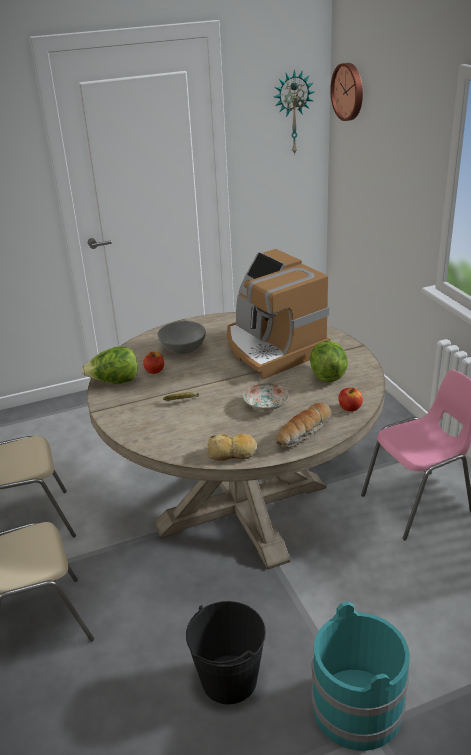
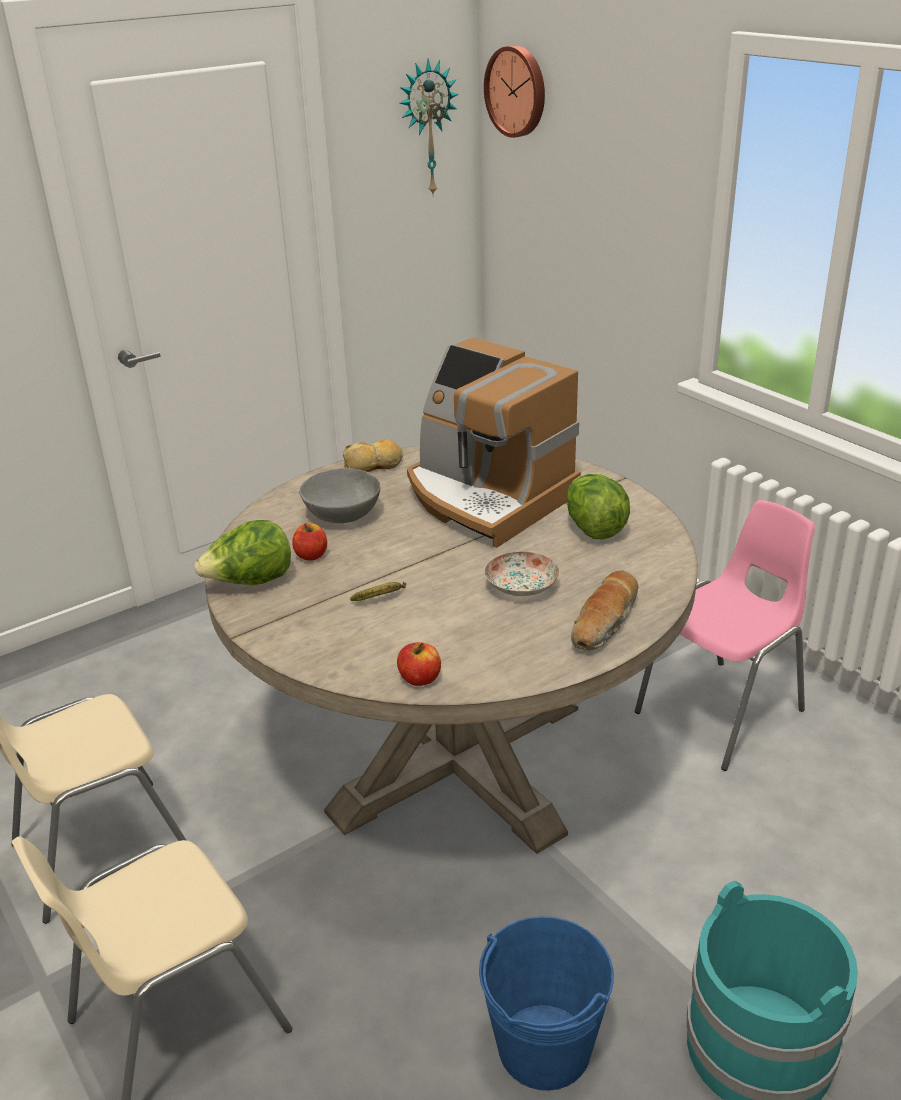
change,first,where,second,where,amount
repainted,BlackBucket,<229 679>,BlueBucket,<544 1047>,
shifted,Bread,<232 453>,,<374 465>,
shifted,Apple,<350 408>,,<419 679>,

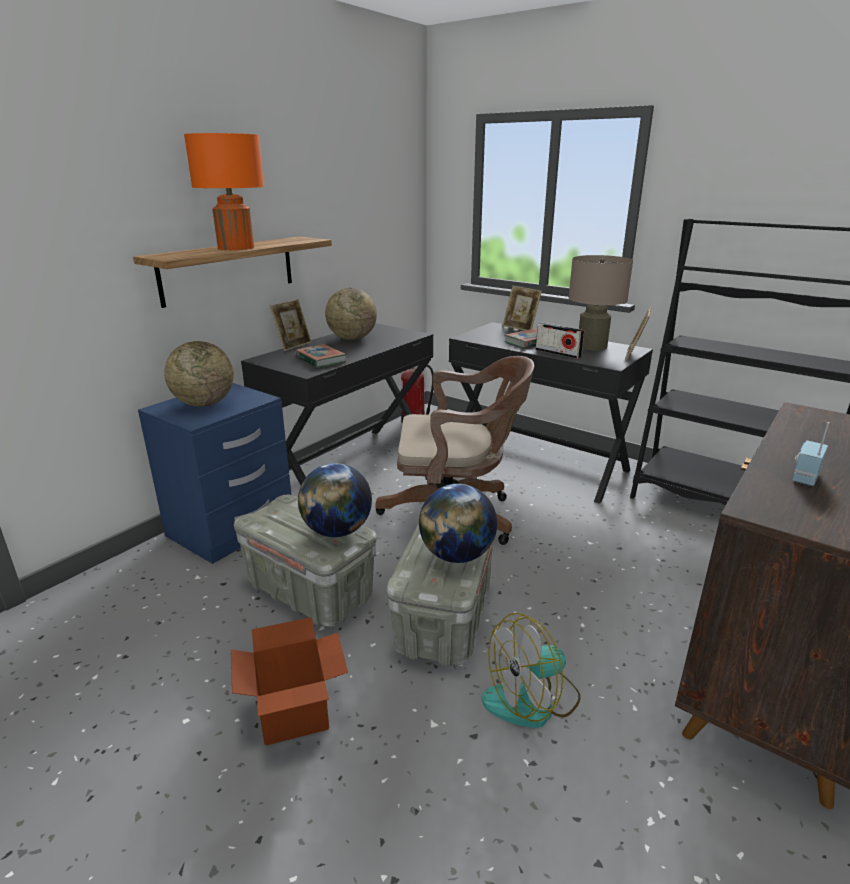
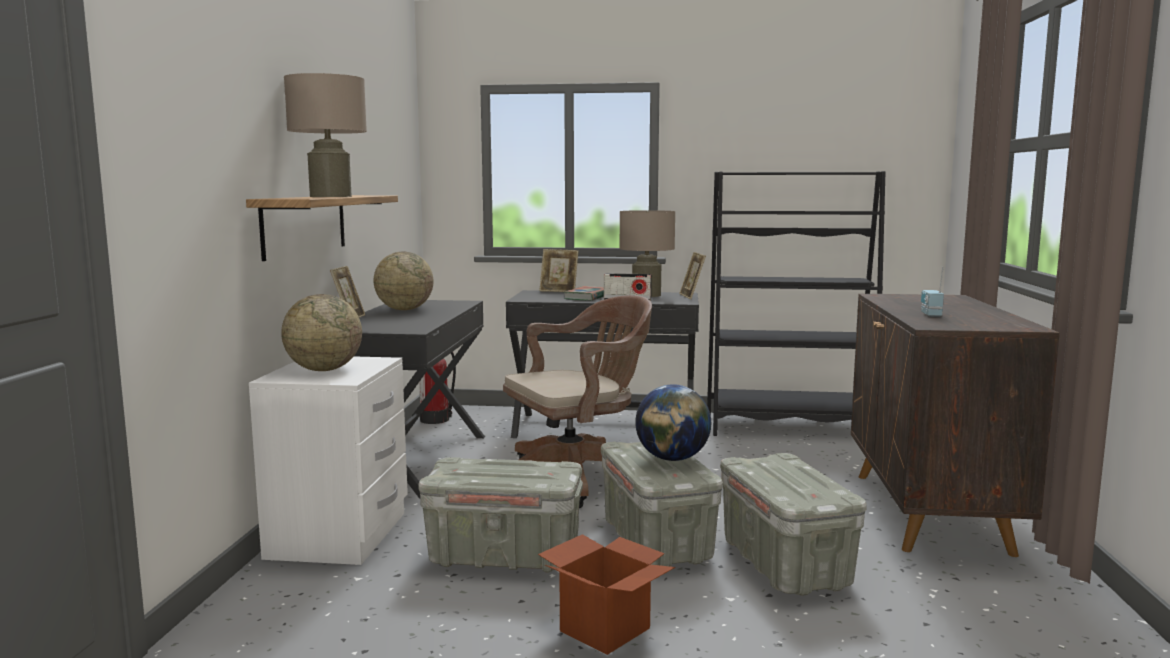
change,first,where,second,where,amount
repainted,BlueNightstand,<231 528>,WhiteNightstand,<340 536>,
repainted,OrangeTableLamp,<236 248>,BeigeTableLamp,<330 196>,
gone,Book,<320 359>,,,
gone,Globe,<337 531>,,,
swapped,Fan,<532 700>,GreyStorageBox,<786 564>,

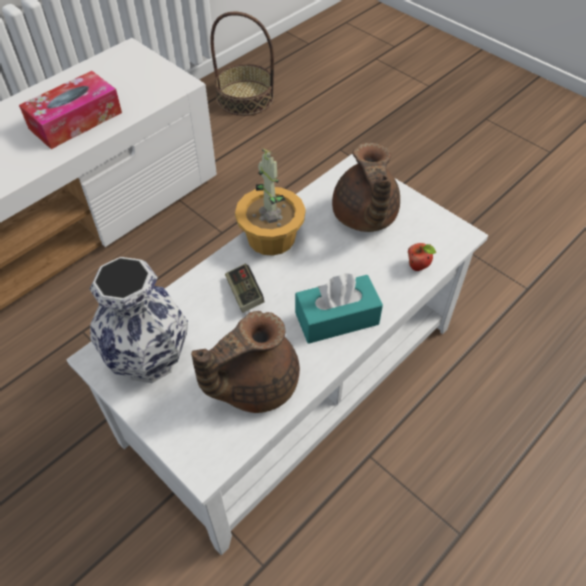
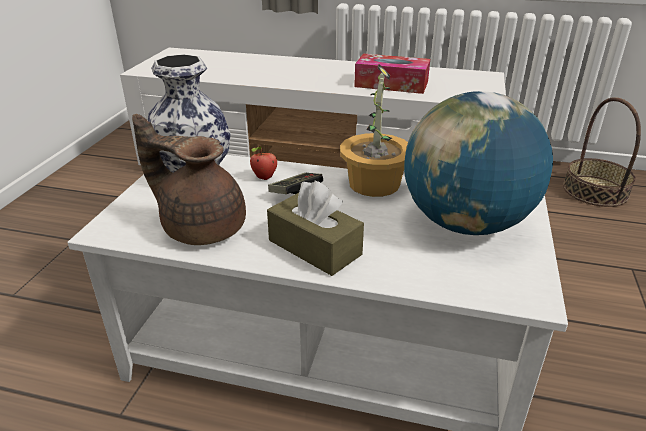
change,first,where,second,where,amount
repainted,TurquoiseTissueBox,<336 318>,BrownTissueBox,<314 247>,
swapped,BrownTeapot,<364 217>,Globe,<465 223>,
shifted,Apple,<418 267>,,<264 178>,

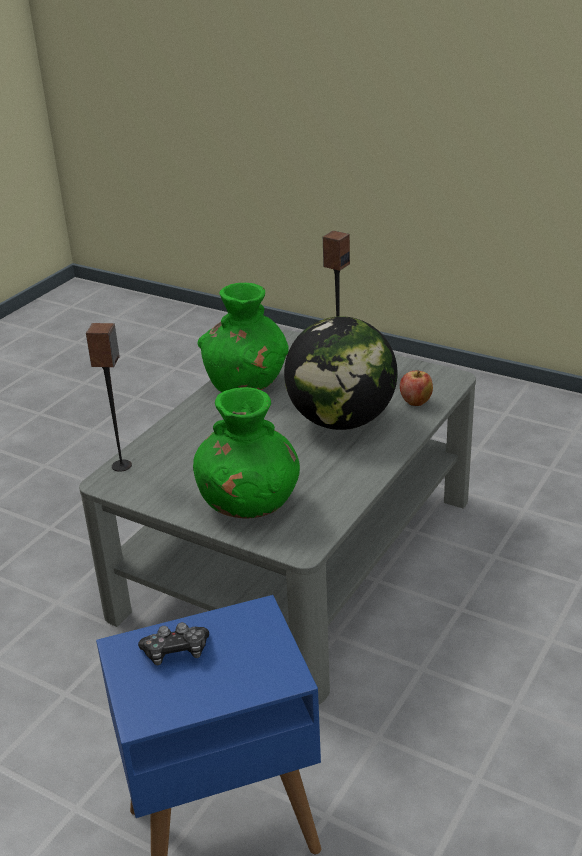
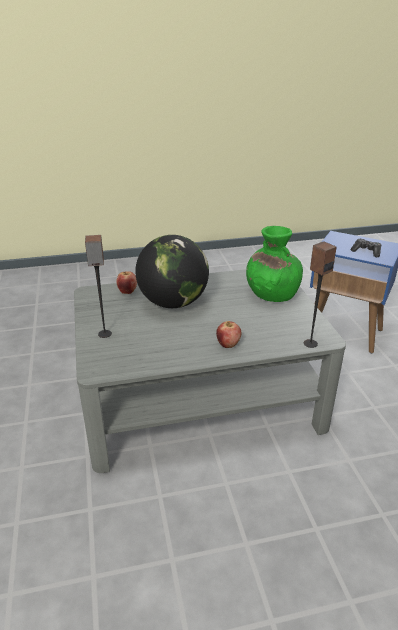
change,first,where,second,where,amount
gone,GreenVase,<247 383>,,,
new,,,Apple,<228 345>,

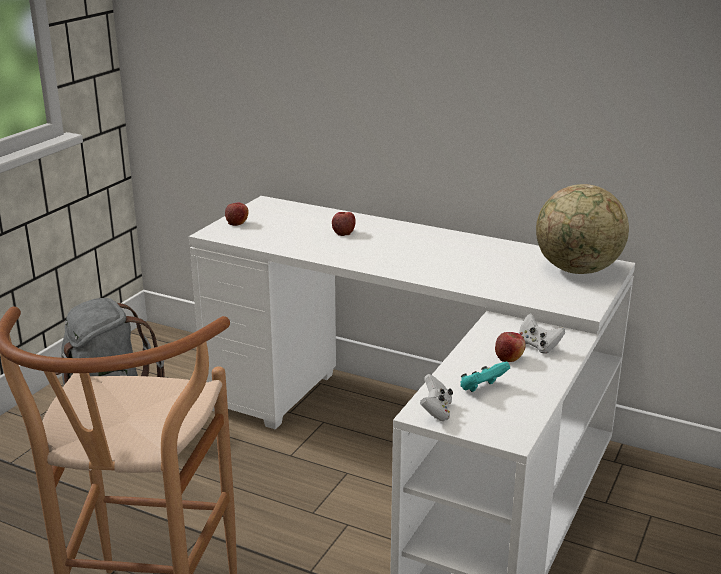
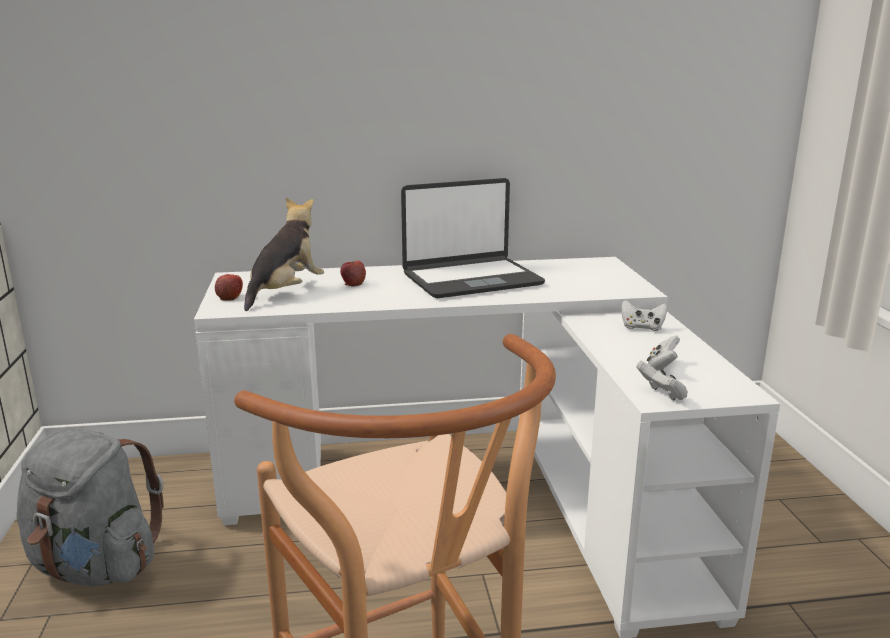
change,first,where,second,where,amount
repainted,TurquoiseGameController,<482 388>,WhiteGameController,<661 367>,
gone,Apple,<509 357>,,,
gone,Globe,<577 270>,,,
new,,,PlushToy,<285 292>,
new,,,Laptop,<471 279>,

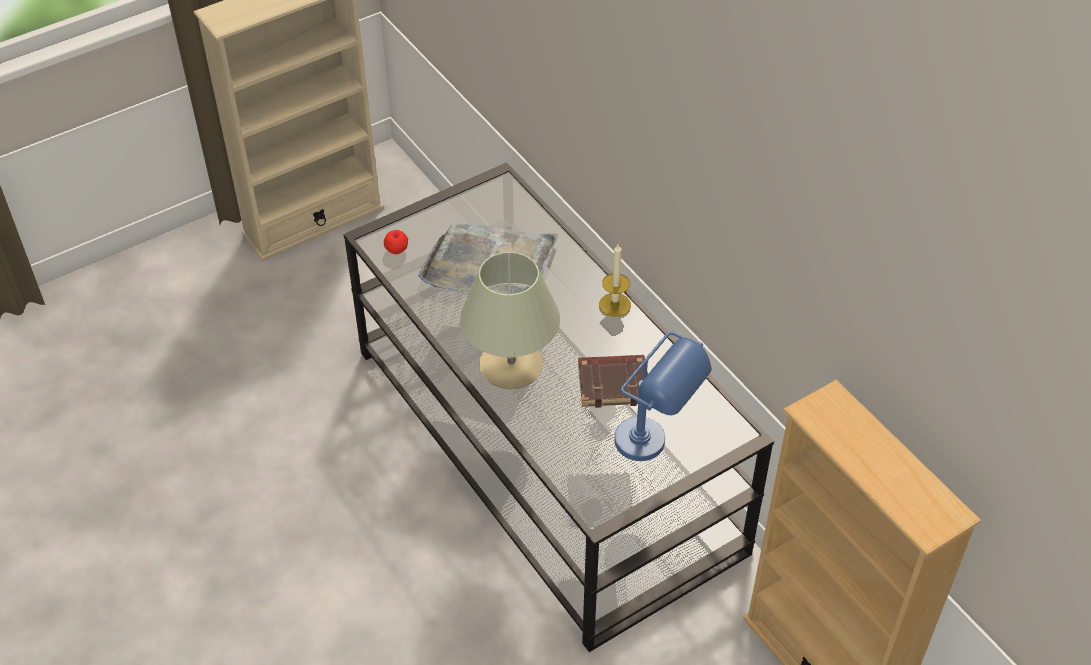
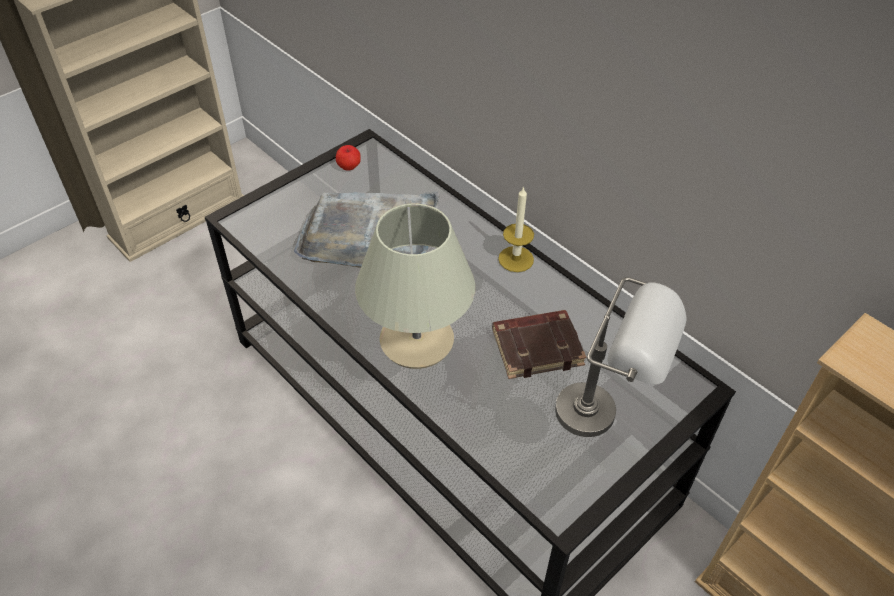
change,first,where,second,where,amount
shifted,Apple,<397 250>,,<349 167>,
repainted,BlueTableLamp,<656 448>,GreyTableLamp,<606 417>,

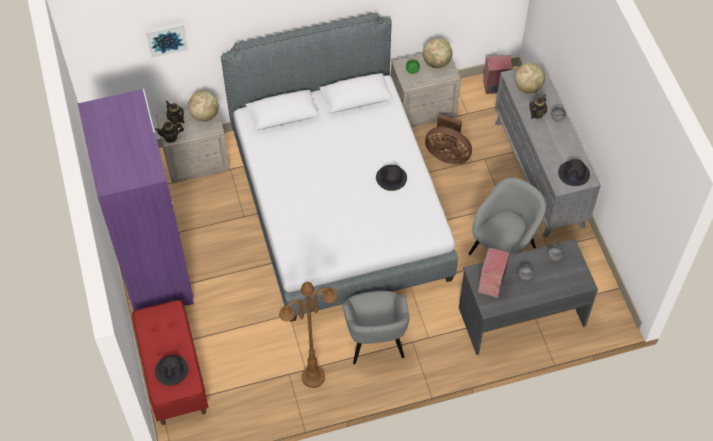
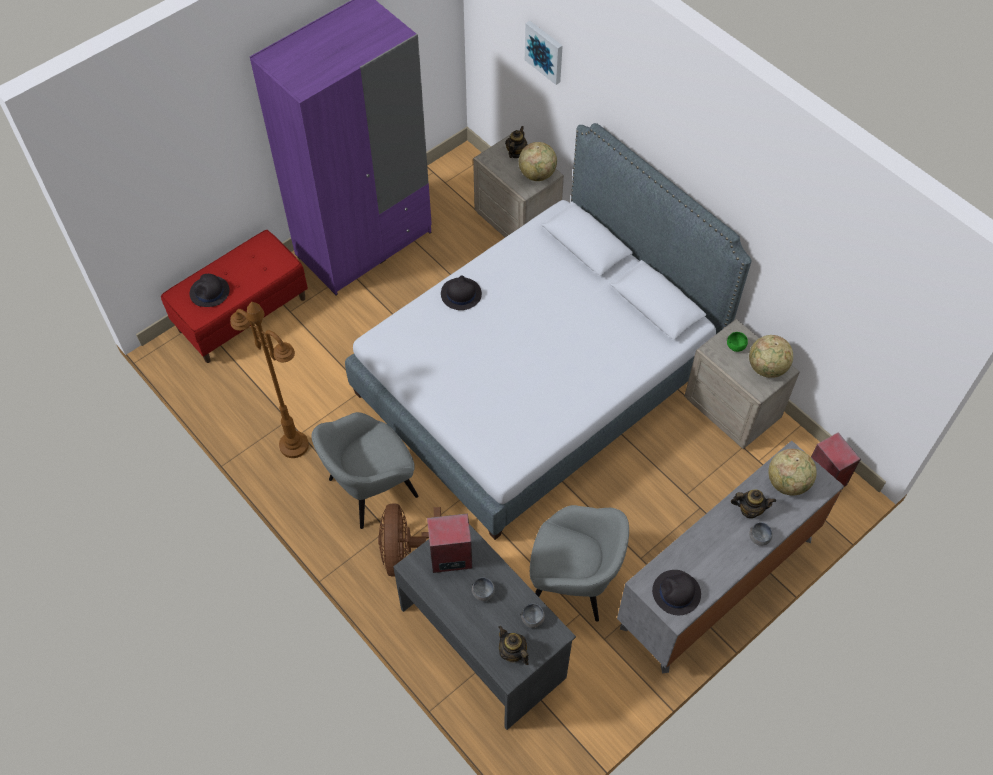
change,first,where,second,where,amount
shifted,Teapot,<171 137>,,<512 653>,
shifted,BlackHat,<391 178>,,<460 294>,
shifted,BrownFan,<447 154>,,<405 552>,

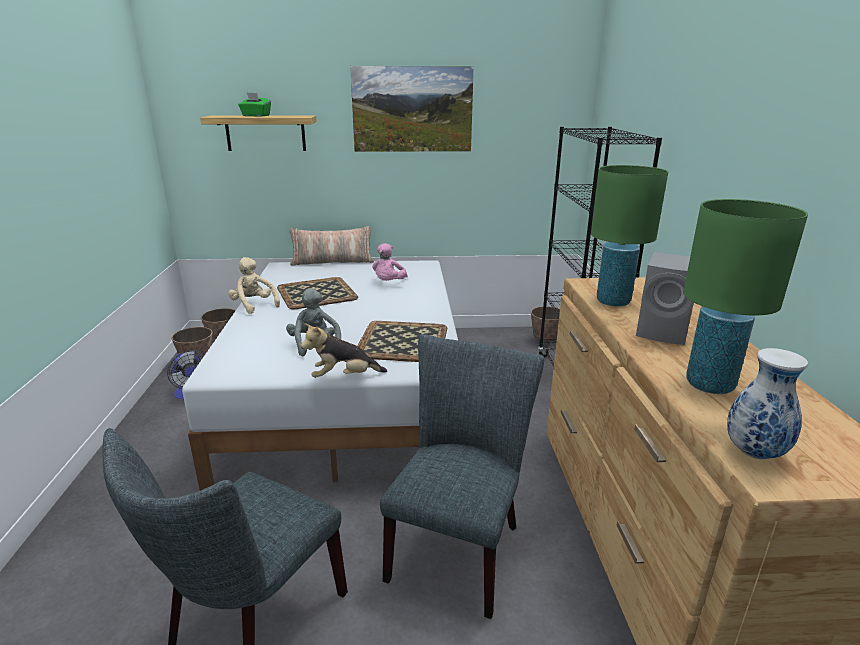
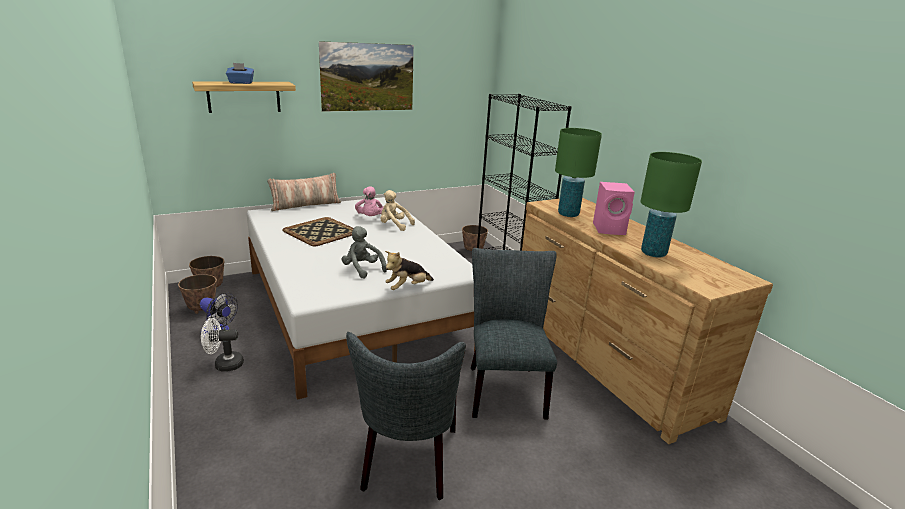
change,first,where,second,where,amount
shifted,BeigePlushToy,<254 305>,,<394 225>,
repainted,GreenTissueBox,<256 116>,BlueTissueBox,<241 83>,
gone,Tray,<403 342>,,,
repainted,GreySpeaker,<664 332>,PinkSpeaker,<610 229>,
gone,Vase,<753 452>,,,
new,,,WhiteFan,<224 364>,

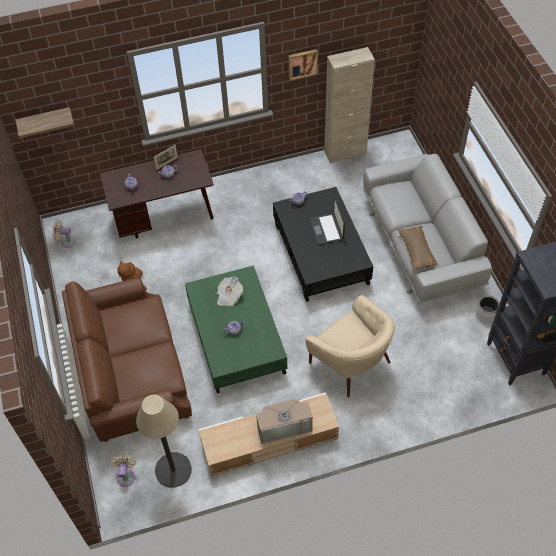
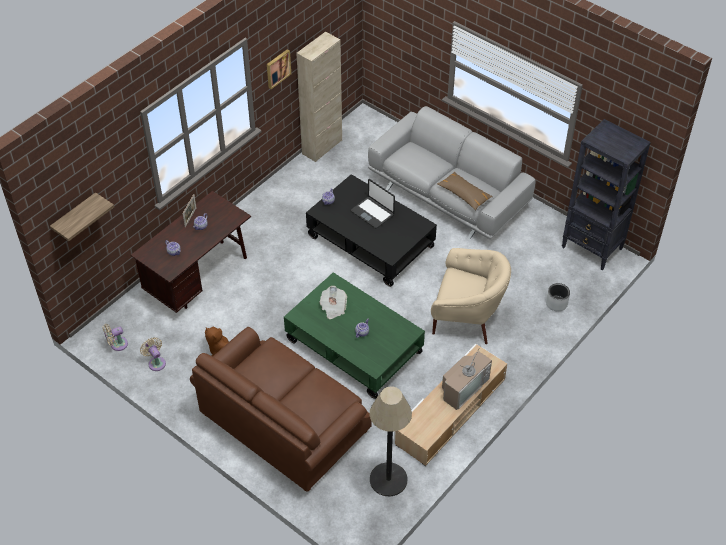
change,first,where,second,where,amount
shifted,BeigeFan,<126 476>,,<156 362>,
shifted,GreyPlanter,<486 314>,,<556 303>,

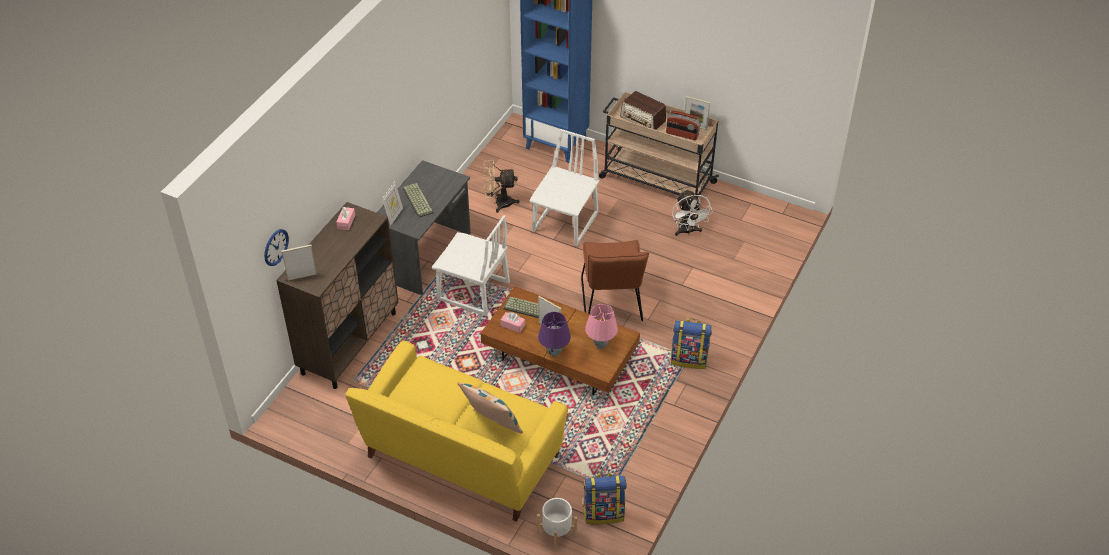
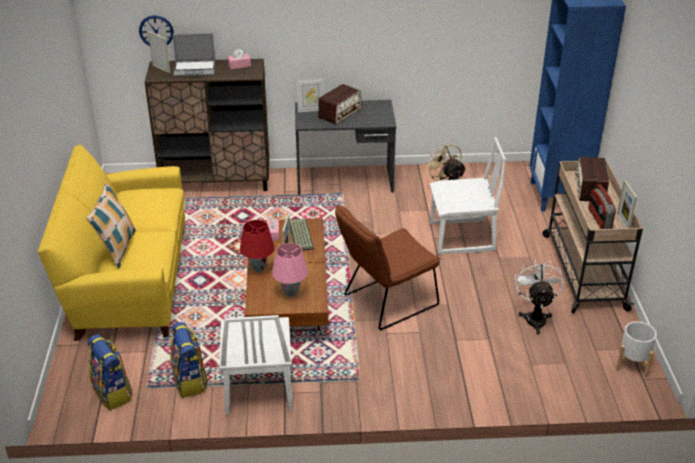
change,first,where,second,where,amount
swapped,Keyboard,<417 200>,Radio,<340 113>,
shifted,WhiteChair,<473 292>,,<257 388>,
shifted,WhitePlanter,<557 533>,,<632 364>,
repainted,PurpleTableLamp,<554 352>,RedTableLamp,<258 268>,
shifted,Backpack,<689 359>,,<190 381>,
rotated,WhiteFan,<687 231>,,<535 317>,135 degrees clockwise
new,,,Laptop,<195 69>,

